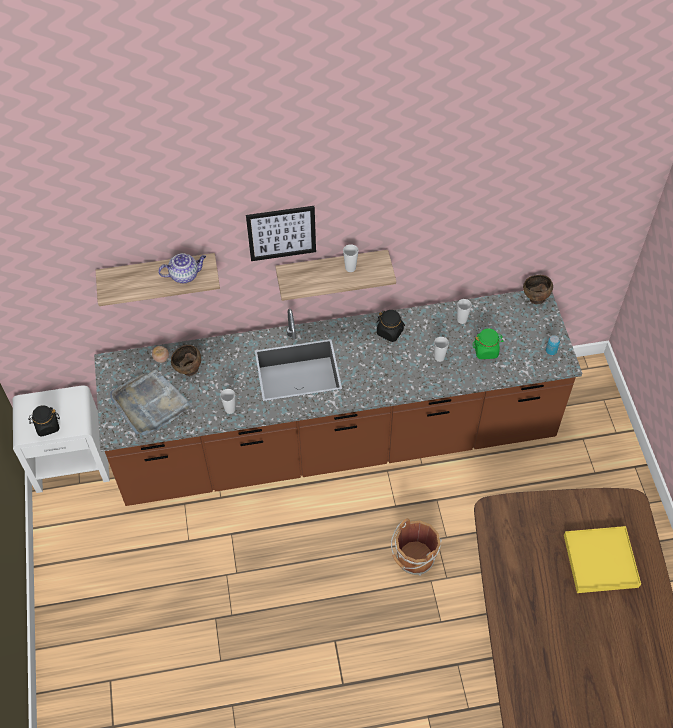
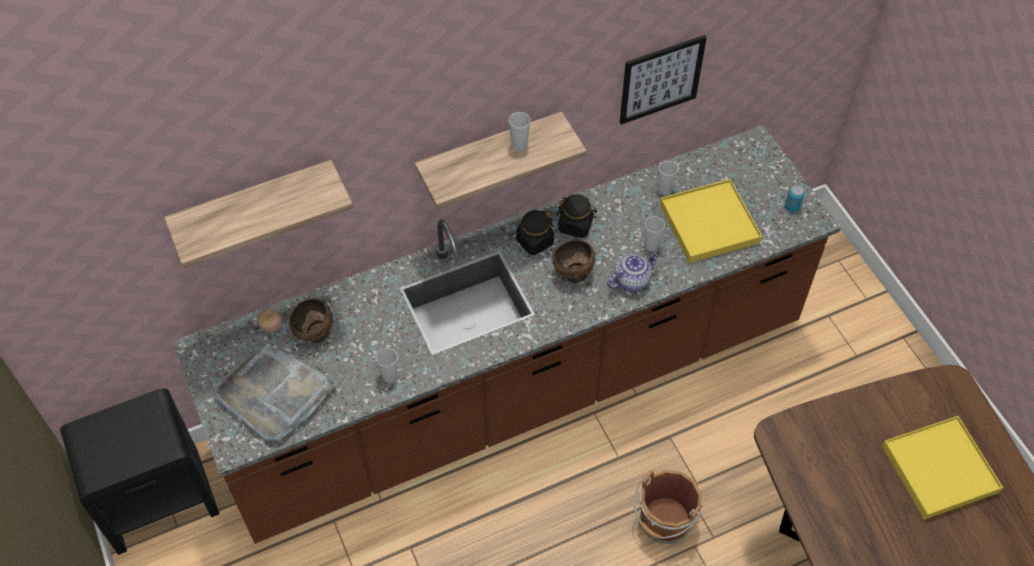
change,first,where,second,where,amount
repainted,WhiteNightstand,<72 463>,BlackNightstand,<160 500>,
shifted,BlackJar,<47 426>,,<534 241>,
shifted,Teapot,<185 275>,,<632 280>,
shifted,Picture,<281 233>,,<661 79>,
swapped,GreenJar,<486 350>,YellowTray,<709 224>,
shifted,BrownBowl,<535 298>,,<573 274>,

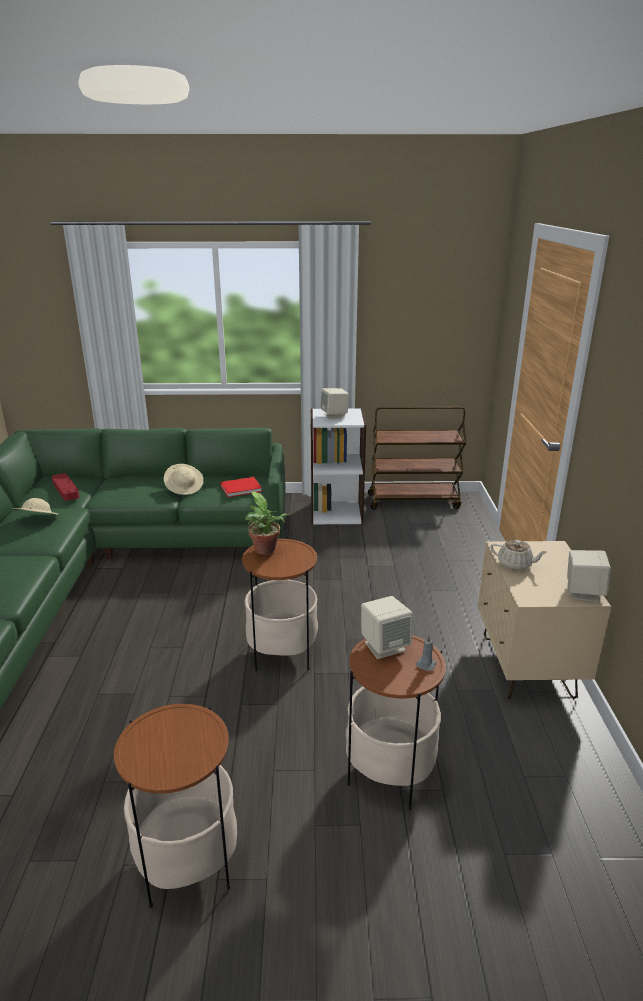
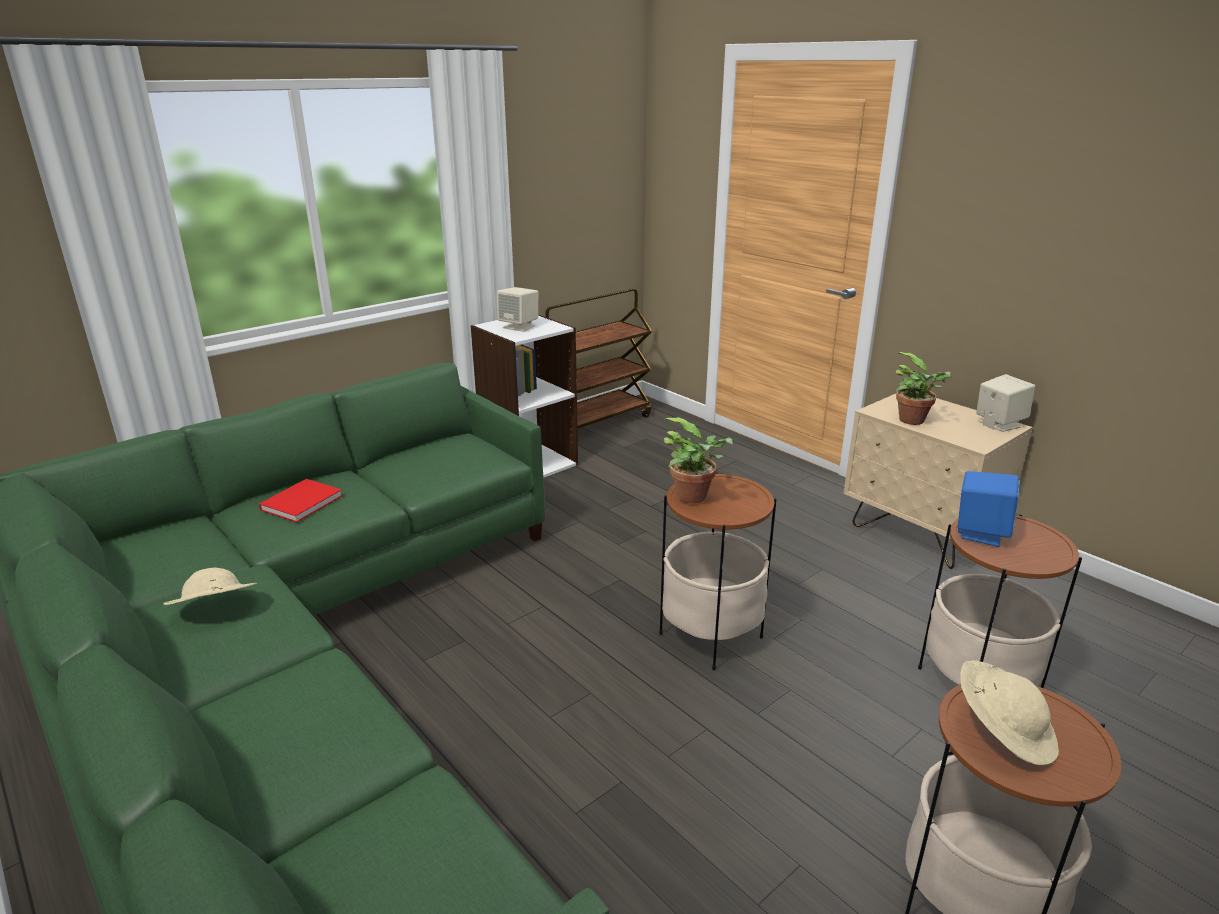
change,first,where,second,where,amount
gone,RedTray,<65 489>,,,
shifted,BeigeHat,<184 488>,,<1002 730>,
shifted,RedBook,<242 488>,,<304 502>,
repainted,BeigeSpeaker,<385 646>,BlueSpeaker,<980 533>,
gone,GreyCandle,<426 664>,,,
swapped,BeigeTeapot,<515 564>,PottedPlant,<915 421>,

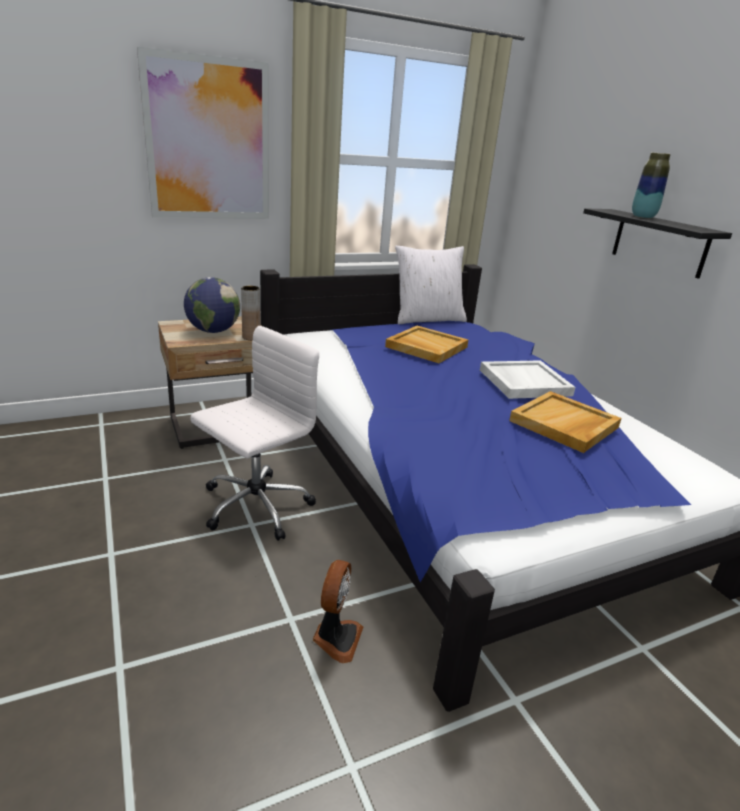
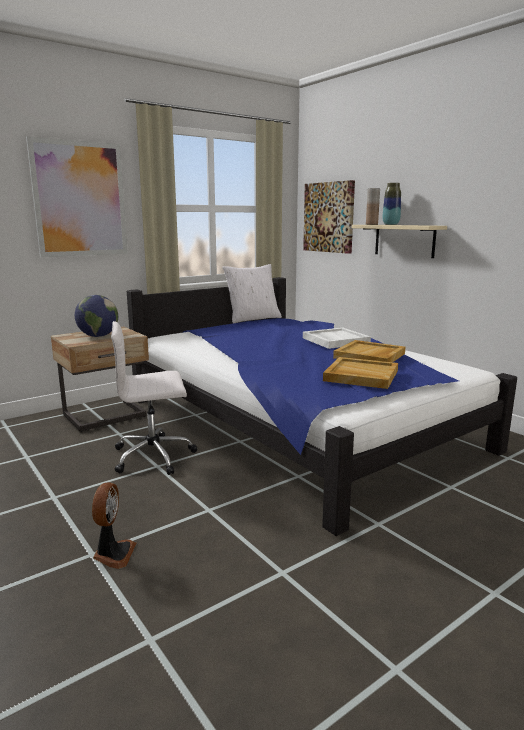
change,first,where,second,where,amount
rotated,WhiteOfficeChair,<254 506>,,<155 456>,135 degrees counterclockwise
shifted,BrownVase,<251 337>,,<371 224>,
shifted,Fan,<336 638>,,<113 554>,
shifted,BeigeTray,<425 347>,,<360 376>,
repainted,BlackShelf,<659 243>,BeigeShelf,<404 240>,
new,,,Picture,<329 217>,

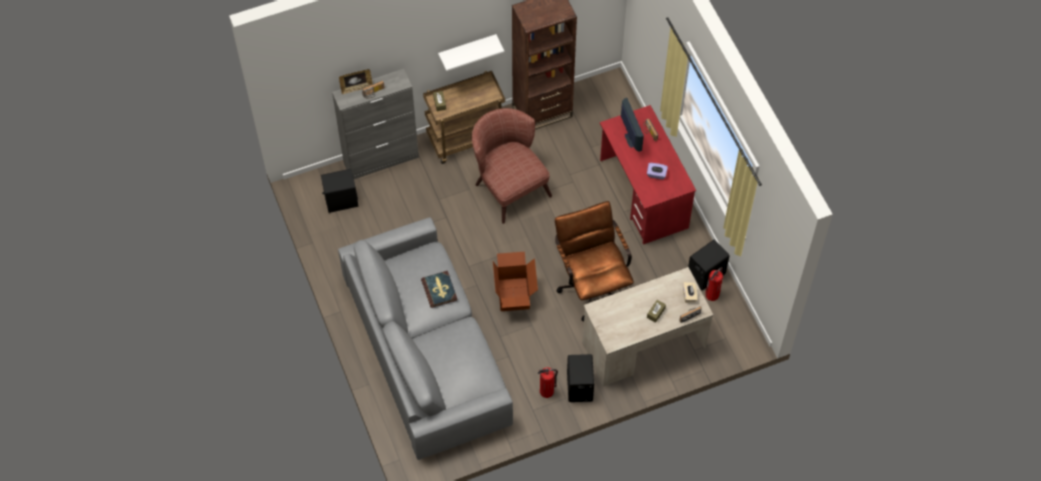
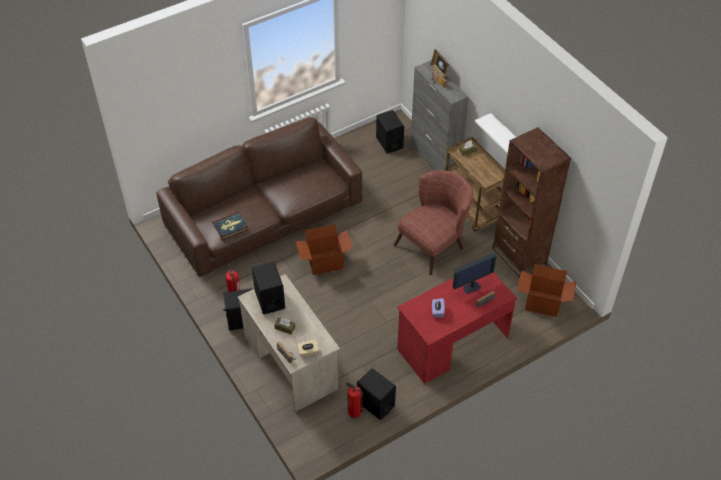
change,first,where,second,where,amount
repainted,GreySofa,<427 349>,BrownSofa,<264 214>,
shifted,Book,<439 290>,,<230 227>,
gone,BrownOfficeChair,<591 284>,,,
new,,,BlackSpeaker,<269 299>,
new,,,CardboardBox,<542 304>,

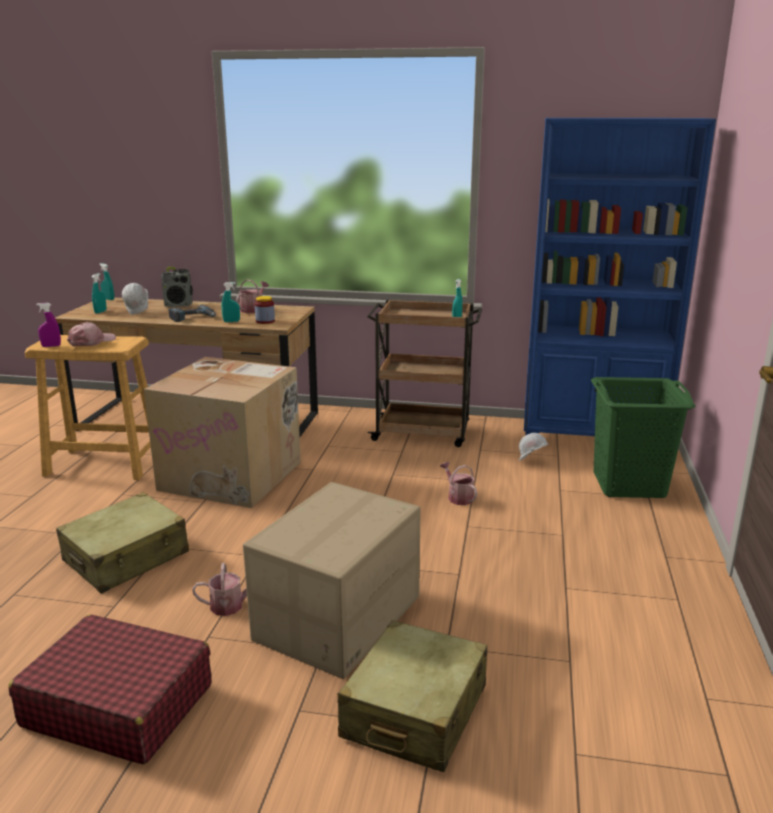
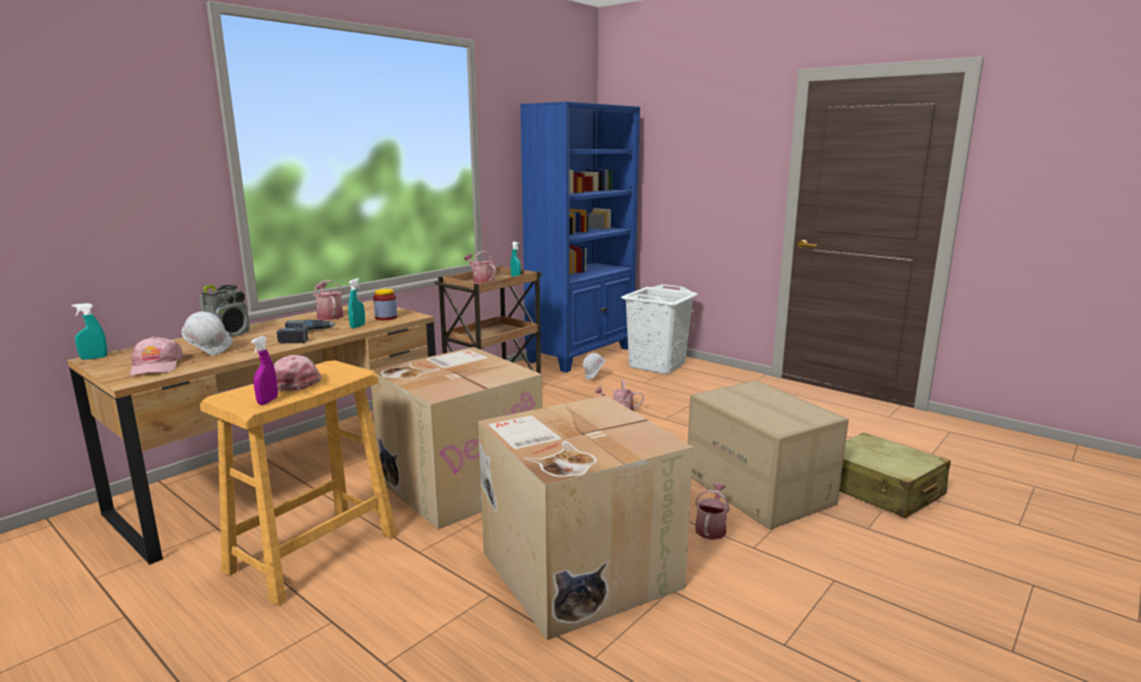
change,first,where,second,where,amount
gone,RedSuitcase,<118 705>,,,
swapped,BeigeSuitcase,<127 557>,CardboardBox,<576 569>,
swapped,TurquoiseSprayBottle,<100 312>,PinkCap,<156 366>,
repainted,GreenLaundryBasket,<628 484>,WhiteLaundryBasket,<656 365>,
new,,,WateringCan,<481 281>,

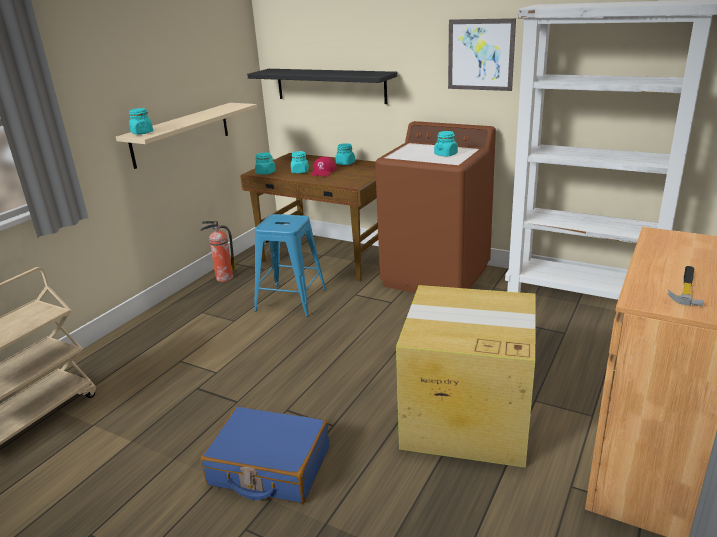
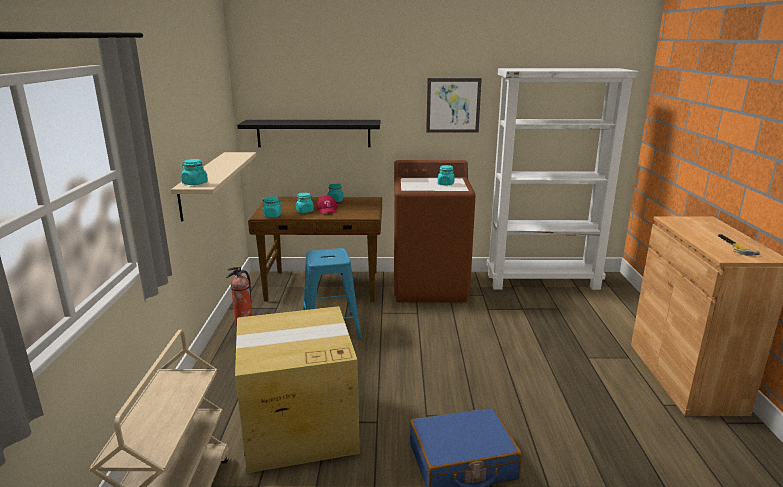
change,first,where,second,where,amount
shifted,CardboardBox,<464 417>,,<297 427>,

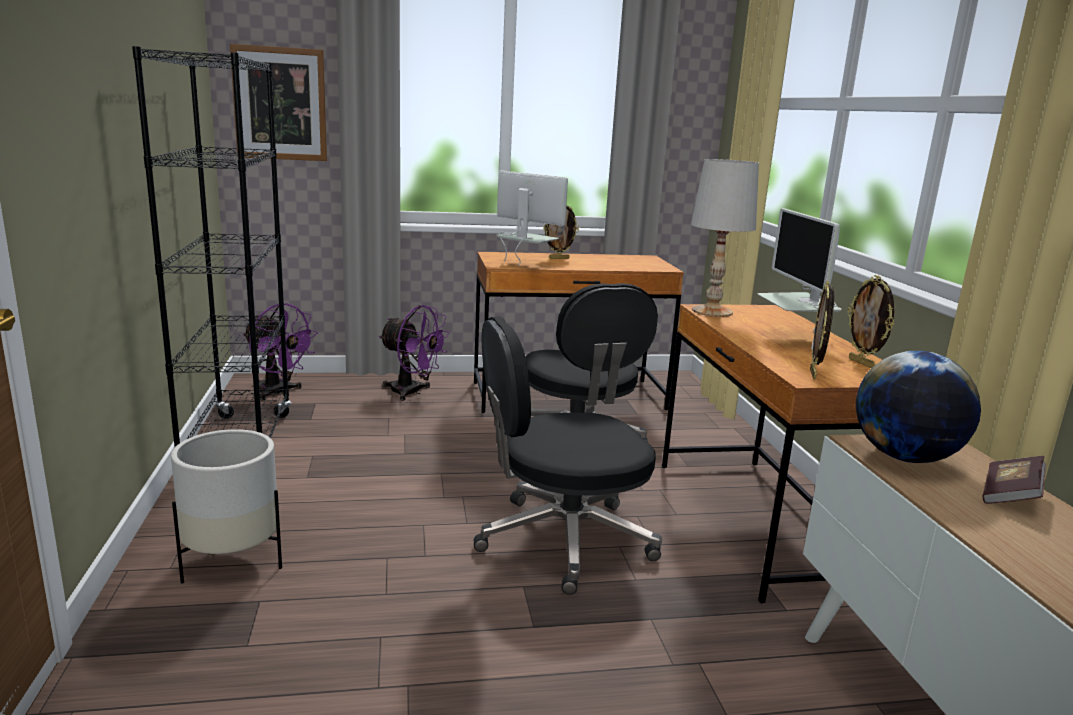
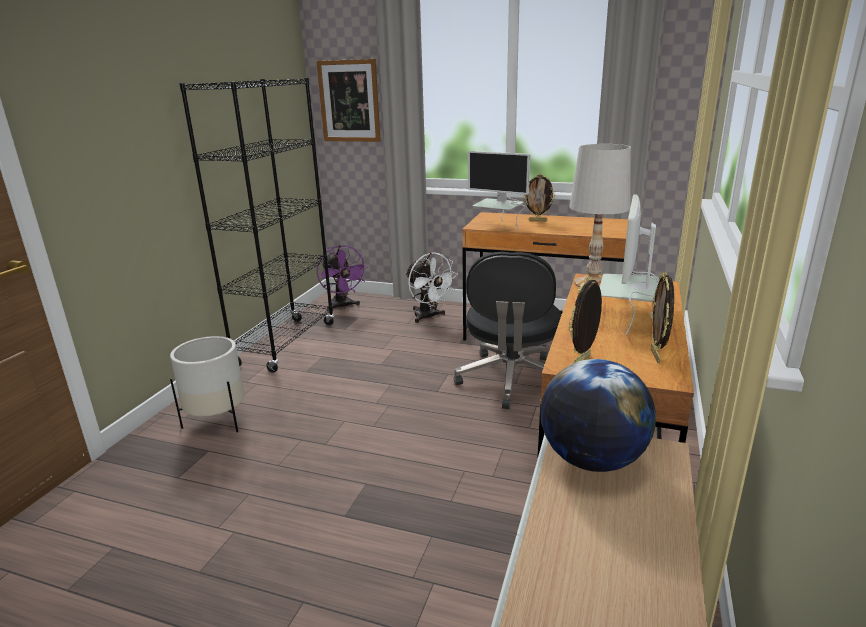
change,first,where,second,where,amount
repainted,PurpleFan,<412 392>,WhiteFan,<428 317>,
gone,BlackOfficeChair,<561 540>,,,
rotated,Monitor,<525 265>,,<498 226>,150 degrees clockwise
gone,Book,<1010 495>,,,

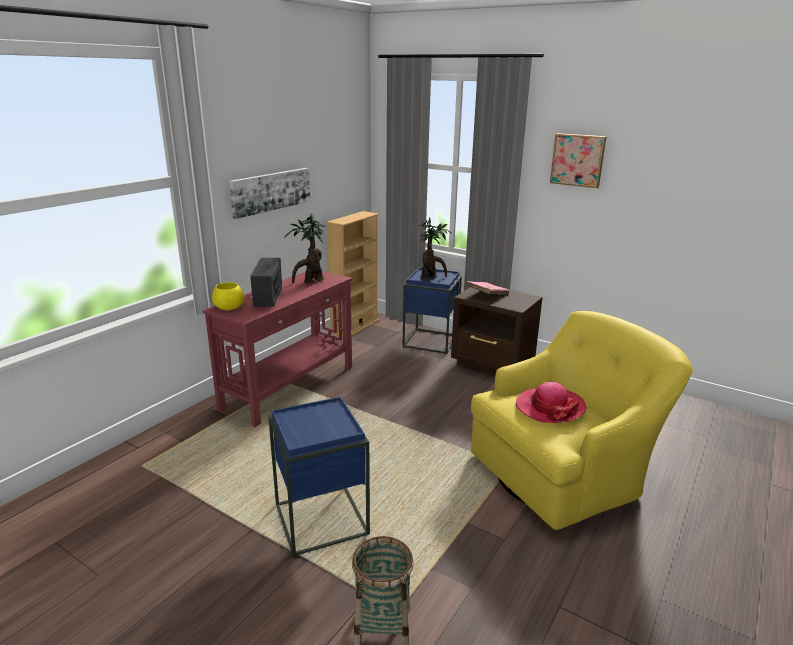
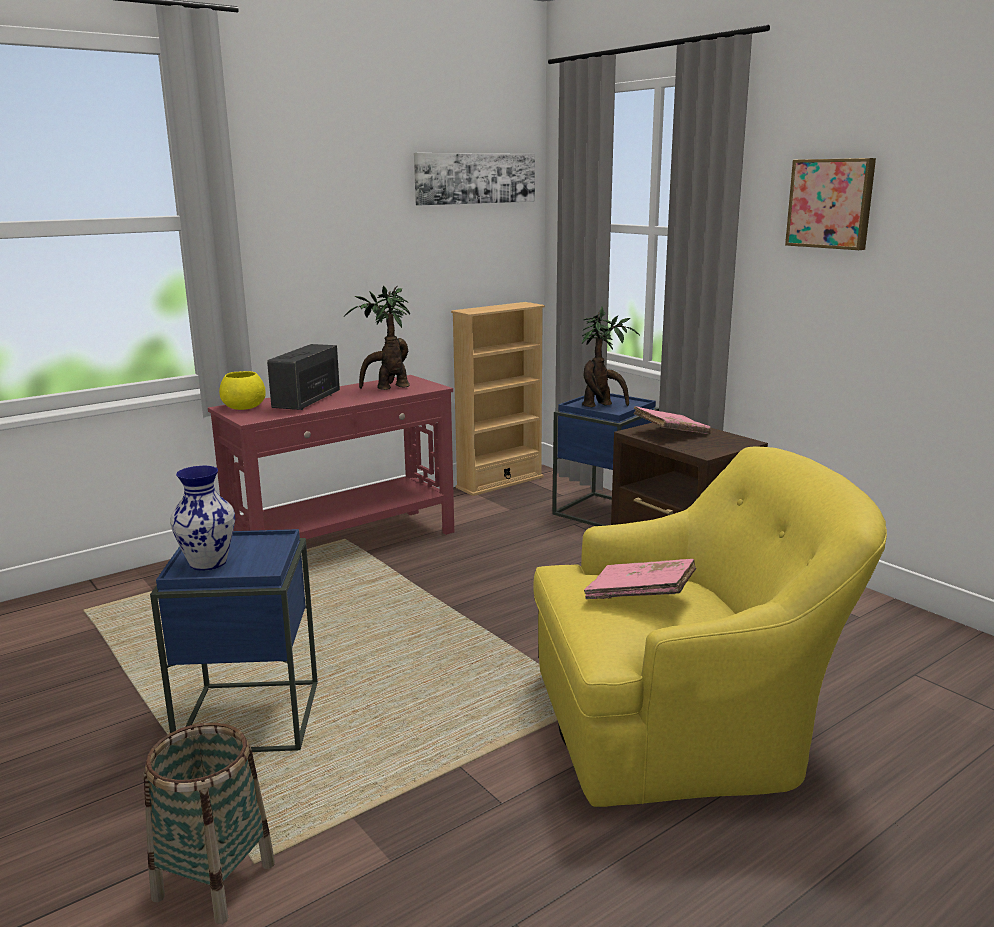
change,first,where,second,where,amount
shifted,Picture,<271 191>,,<475 178>,
swapped,Hat,<549 407>,PinkBook,<640 596>,
new,,,Vase,<207 562>,

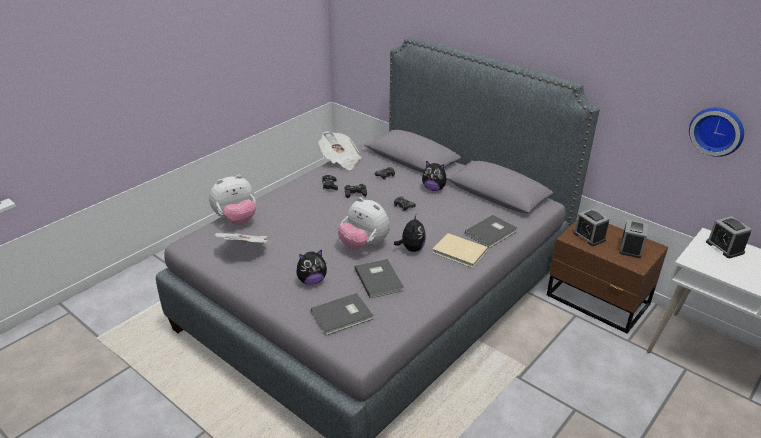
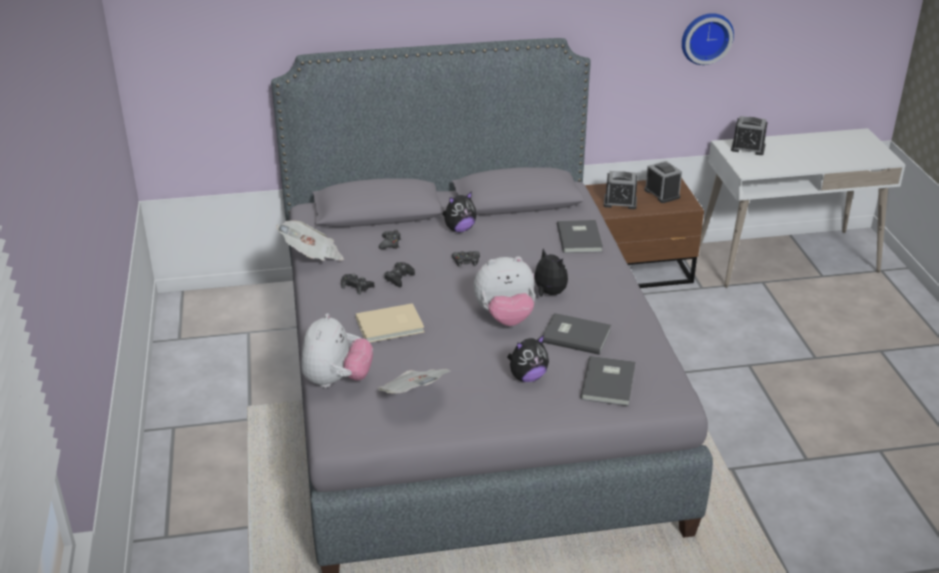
change,first,where,second,where,amount
rotated,PlushToy,<311 281>,,<527 377>,45 degrees clockwise
shifted,BeigeBook,<459 252>,,<391 326>,

